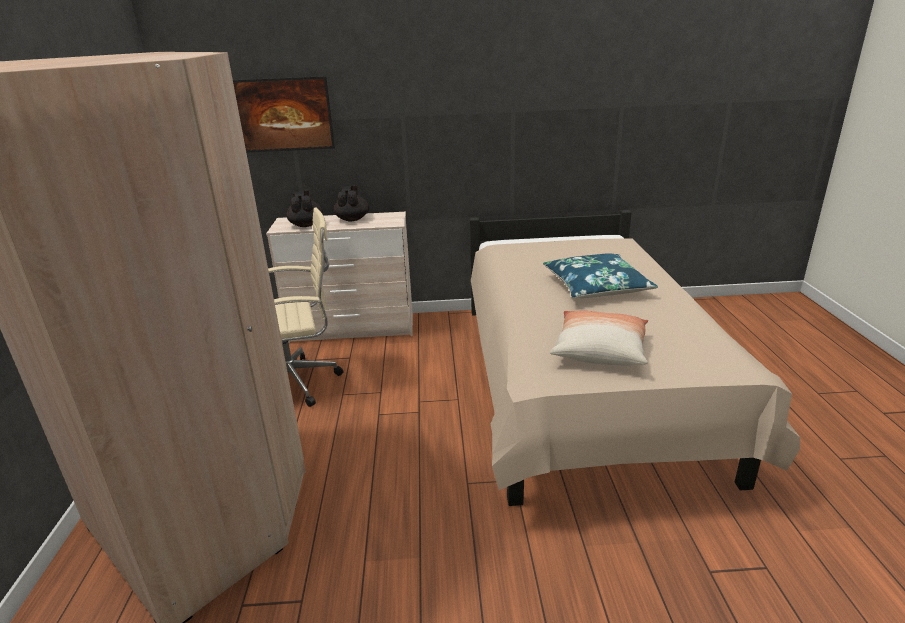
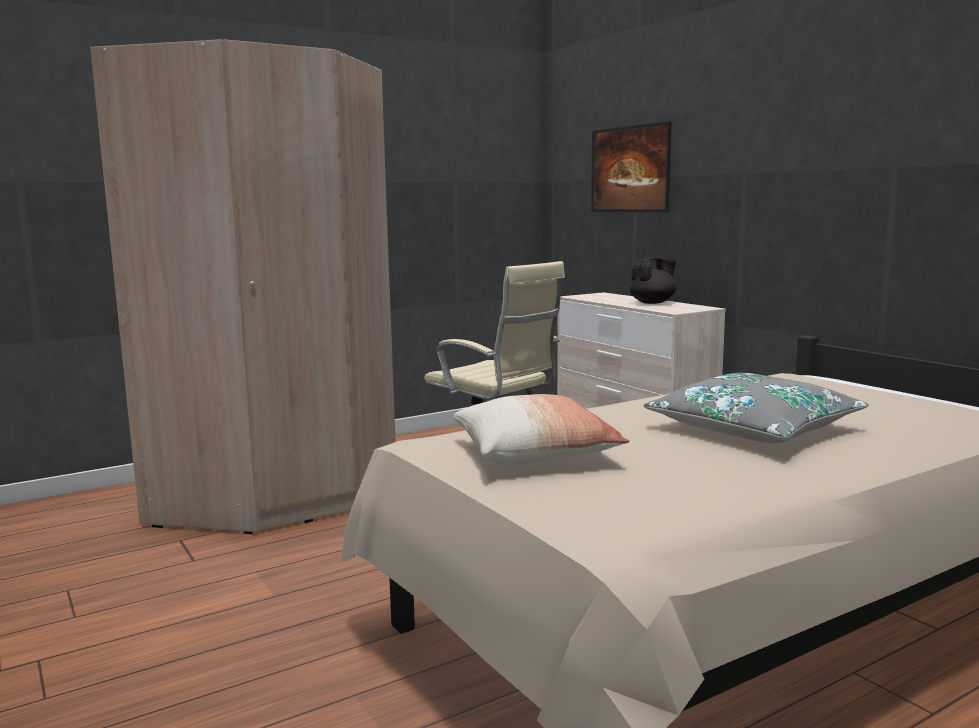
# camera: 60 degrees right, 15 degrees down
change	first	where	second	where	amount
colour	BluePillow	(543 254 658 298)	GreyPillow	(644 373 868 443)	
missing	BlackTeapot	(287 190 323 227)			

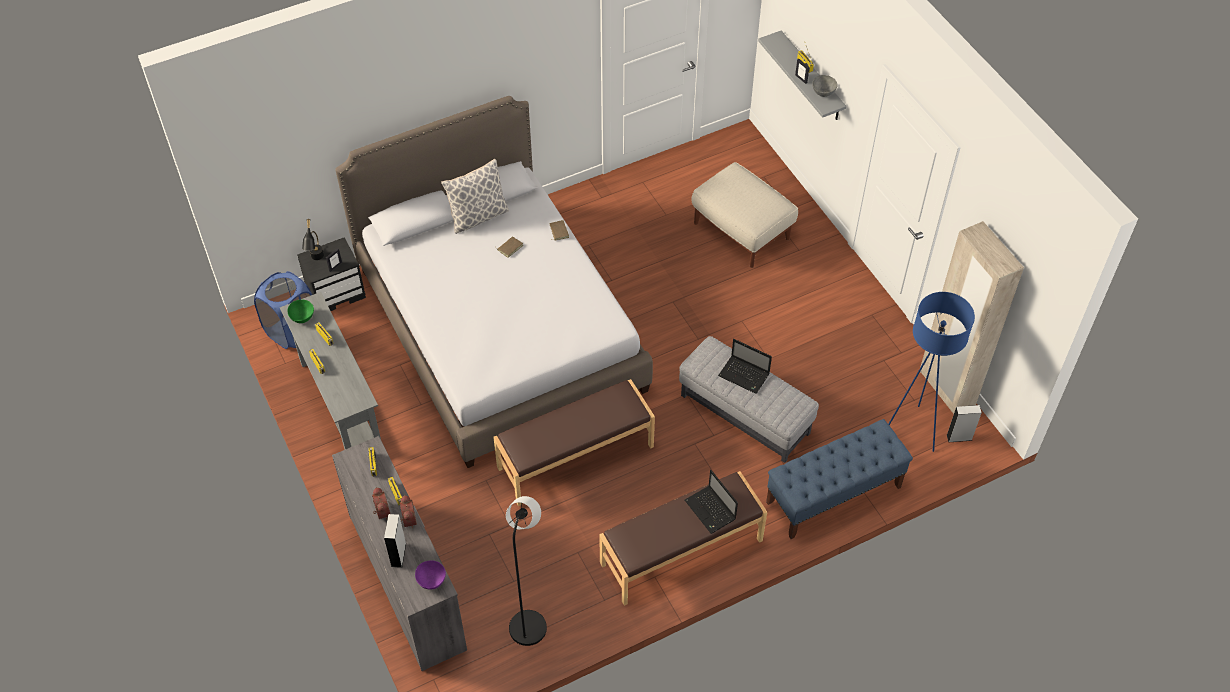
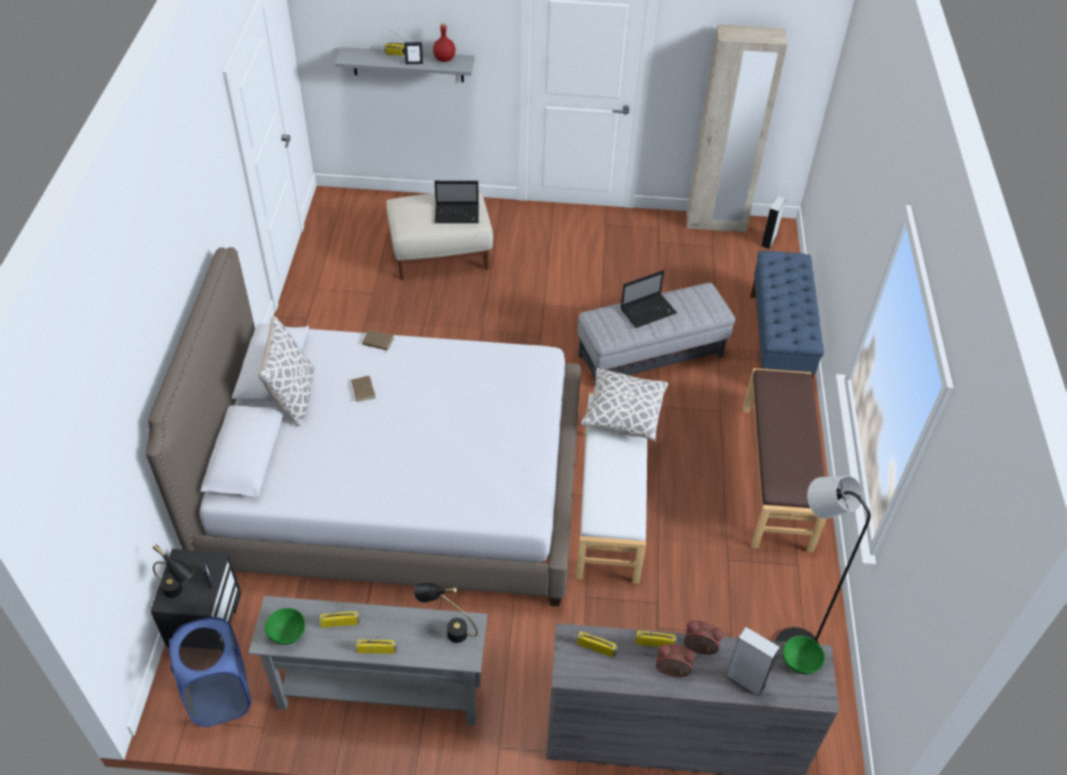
# camera: 60 degrees left, 5 degrees down
change	first	where	second	where	amount
appeared			BlackTableLamp	(414 583 478 643)	
exchanged	GreyBowl	(812 75 838 97)	RedBottle	(433 23 455 62)	
relocated	Laptop	(685 470 738 533)		(435 181 479 223)	
colour	BrownBench	(493 379 655 506)	WhiteBench	(576 393 647 584)	
appeared			Pillow	(580 368 668 442)	
colour	PurpleBowl	(415 560 446 590)	GreenBowl	(783 636 825 674)	
missing	BlueFloorLamp	(889 292 975 452)			

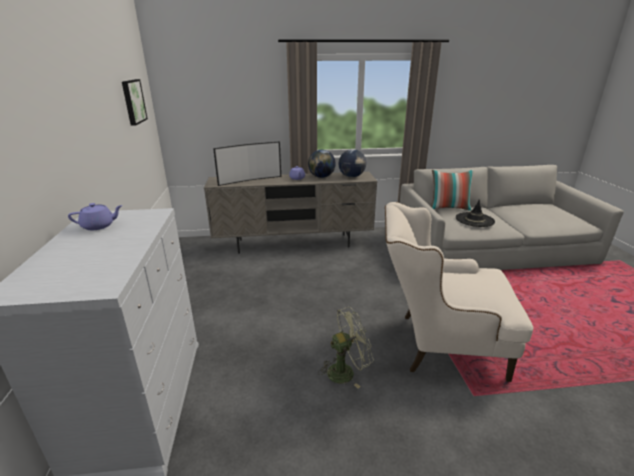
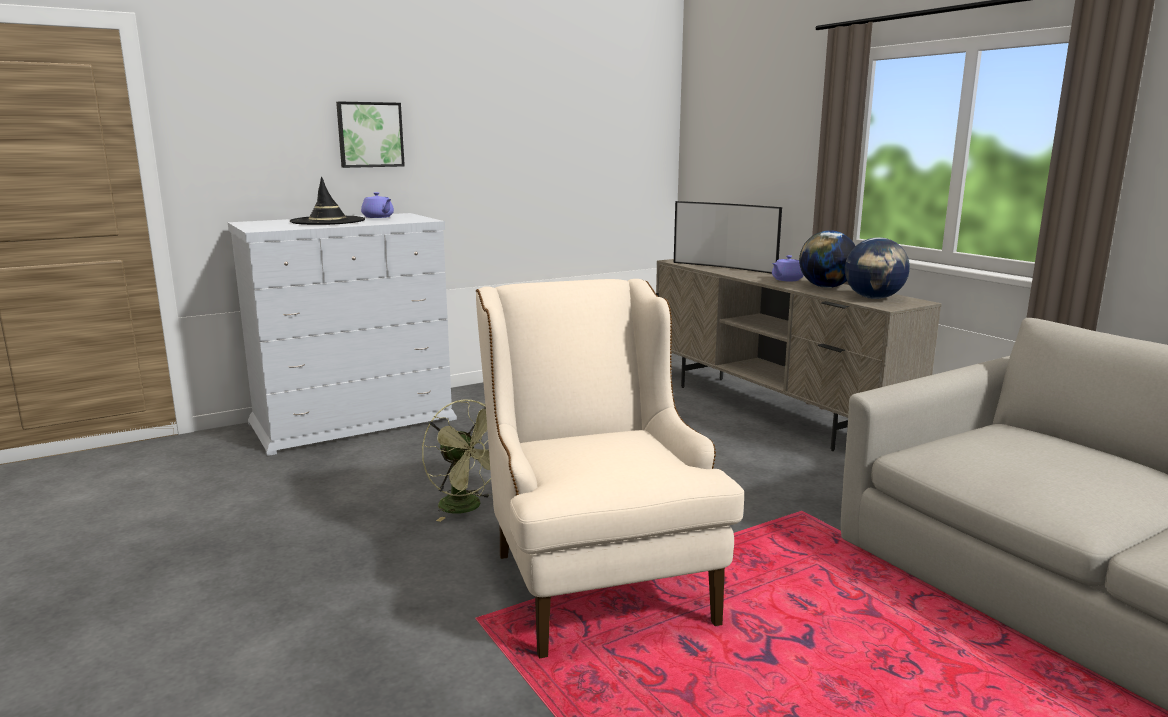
# camera: 65 degrees right, 10 degrees down
change	first	where	second	where	amount
relocated	BlackHat	(456 199 495 227)		(290 176 365 225)	
relocated	Picture	(122 79 148 125)		(336 101 405 168)	
missing	Pillow	(431 170 474 211)			

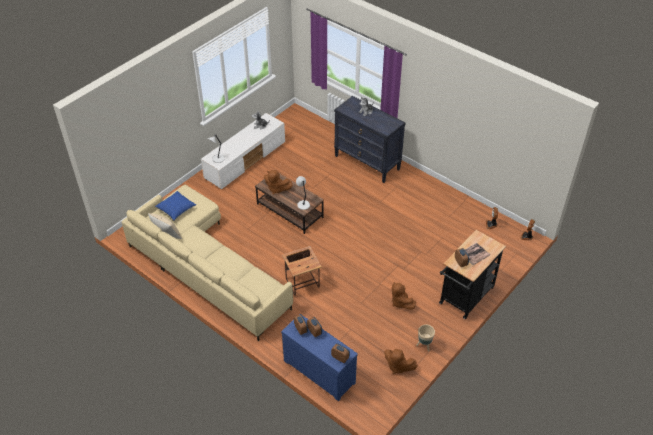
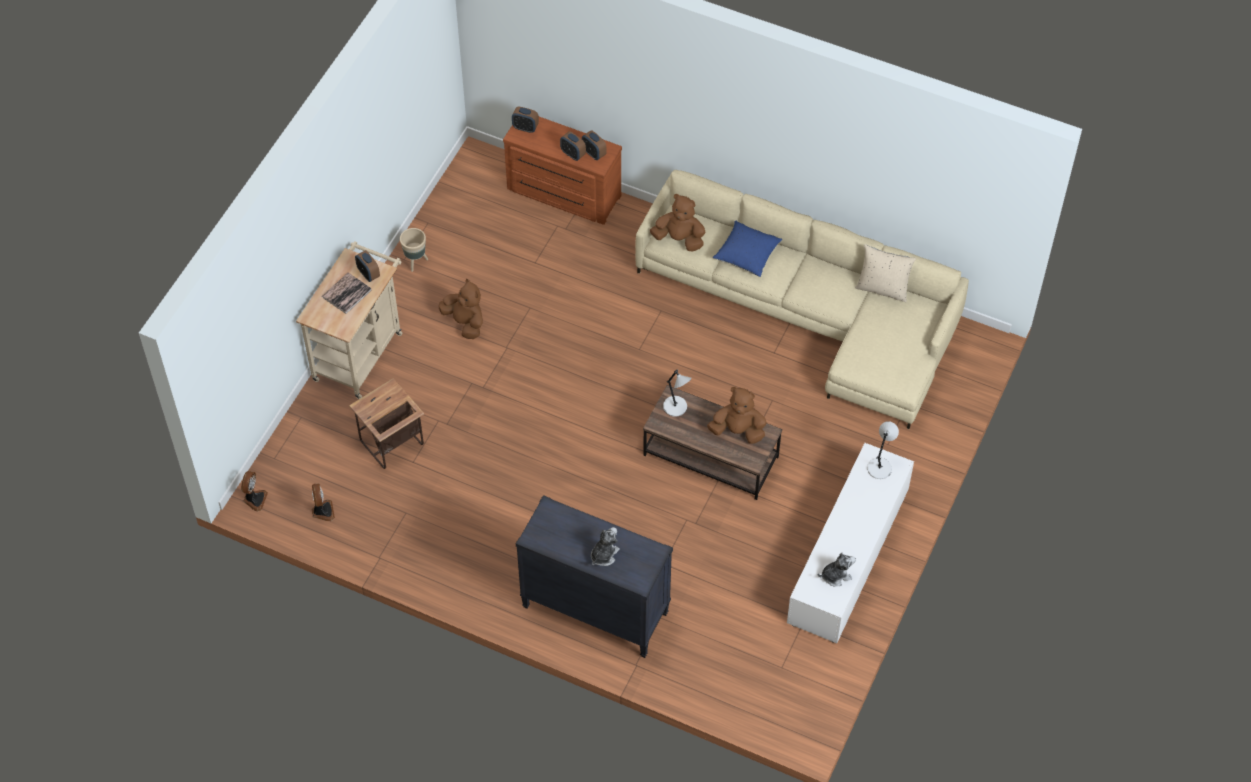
# camera: 165 degrees right, 10 degrees up
change	first	where	second	where	amount
colour	BlackCart	(439 230 506 319)	BeigeCart	(296 241 403 399)	
relocated	SideTable	(282 246 322 295)		(349 378 424 469)	
colour	BlueDresser	(281 314 358 401)	BrownDresser	(503 117 622 225)	
relocated	BrownPlushToy	(384 349 418 374)		(650 194 705 251)	
relocated	BluePillow	(155 191 196 220)		(713 221 782 277)	

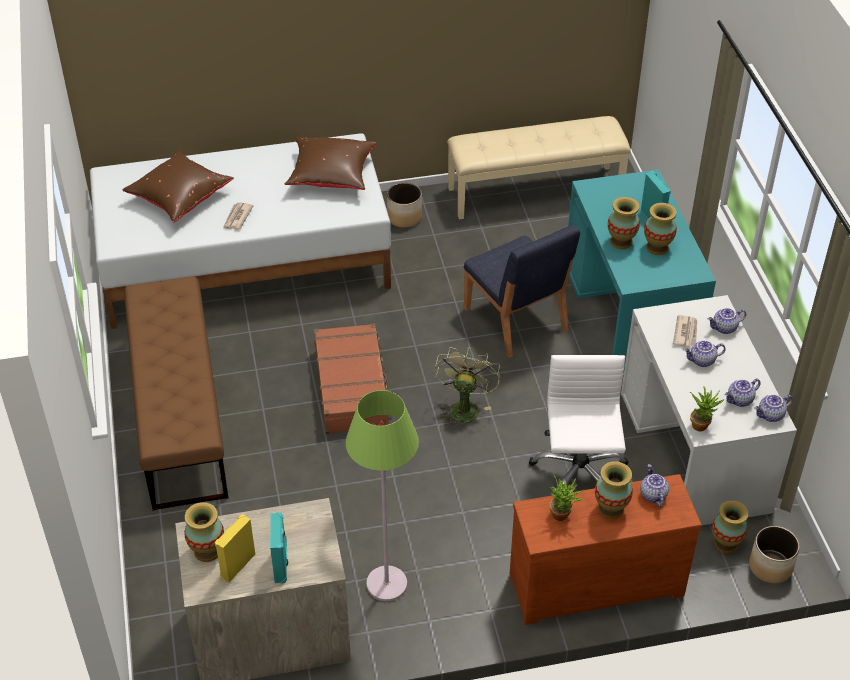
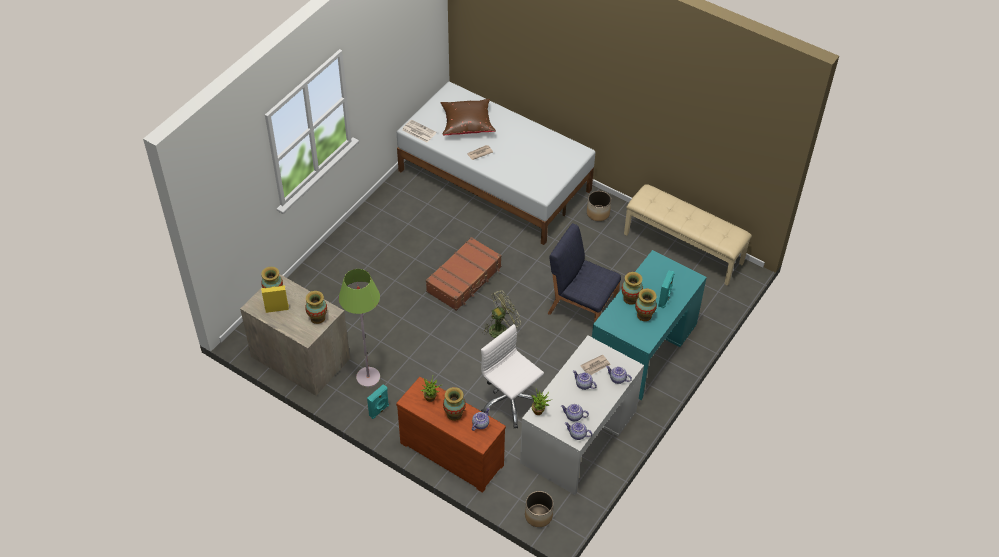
# camera: 45 degrees right, 5 degrees up
change	first	where	second	where	amount
relocated	Vase	(712 500 748 553)		(305 291 327 324)	
relocated	TurquoiseSpeaker	(270 512 288 583)		(367 384 389 419)	
appeared			Newspaper	(402 119 437 142)	
spun	WhiteOfficeChair	(529 355 628 495)		(481 324 544 429)	90 degrees counterclockwise
spun	BlueChair	(464 225 580 358)		(548 223 621 323)	105 degrees clockwise
missing	BrownBench	(124 277 228 510)			
missing	BrownPillow	(285 137 377 190)			

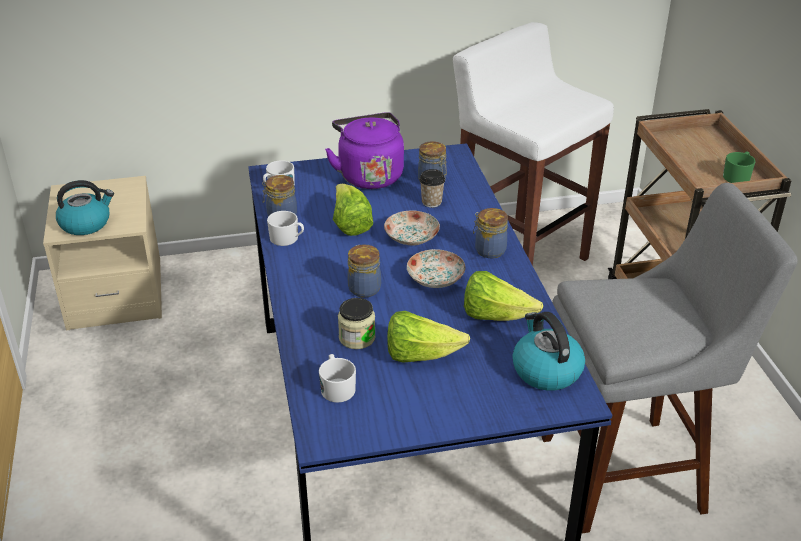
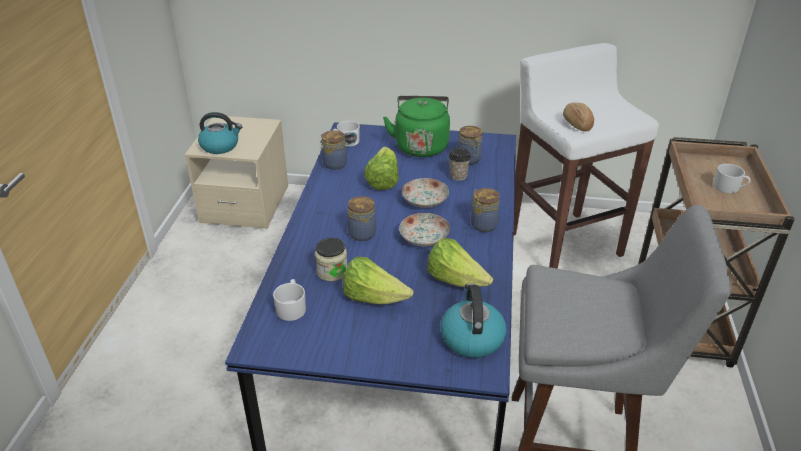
# camera: 20 degrees right, 0 degrees up
change	first	where	second	where	amount
colour	PurpleKettle	(325 112 404 189)	GreenKettle	(383 96 450 157)	
appeared			Bread	(563 103 594 131)	
relocated	WhiteMug	(267 211 304 246)		(713 164 751 194)	
missing	GreenMug	(723 151 755 183)			

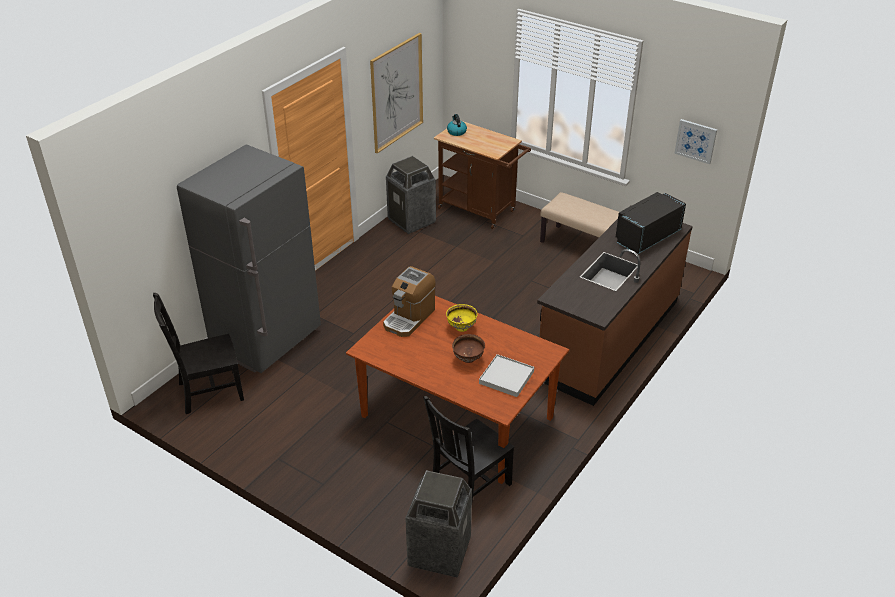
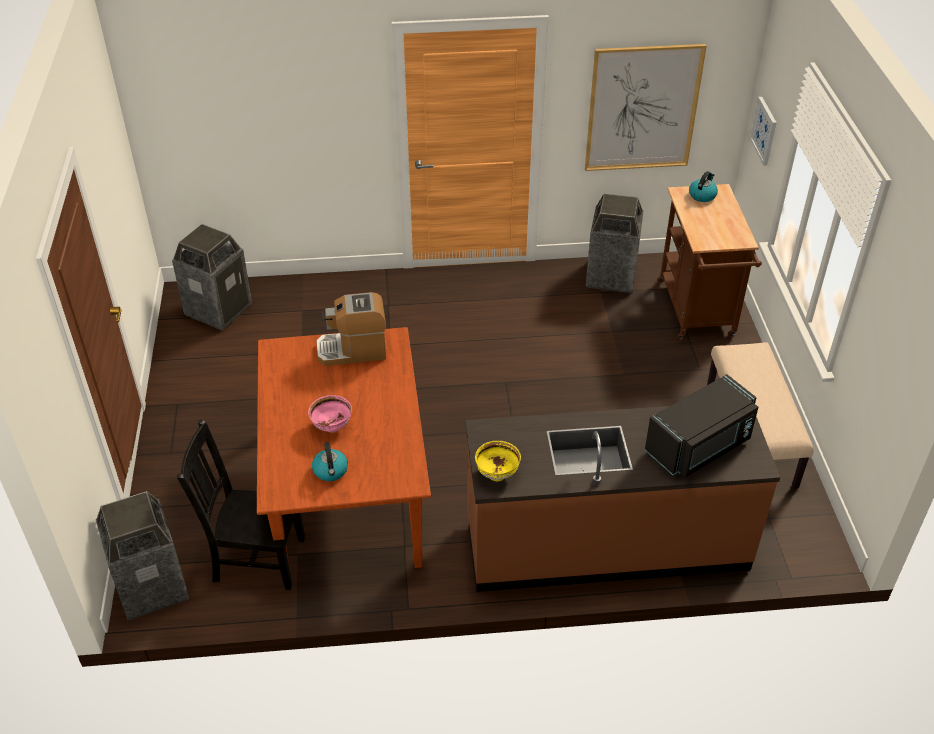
# camera: 50 degrees right, 5 degrees up
change	first	where	second	where	amount
exchanged	BlackChair	(153 293 244 414)	TrashCan	(172 224 252 331)	
colour	BrownBowl	(452 334 485 363)	PinkBowl	(308 395 352 433)	
exchanged	WhiteTray	(479 354 534 397)	Kettle	(312 442 348 481)	
relocated	YellowBowl	(446 304 478 332)		(475 441 521 481)	
spun	BlackMicrowave	(616 192 686 254)		(645 374 758 477)	135 degrees clockwise
relocated	Picture	(674 119 717 164)		(750 97 777 166)	
missing	GreyFridge	(177 145 321 373)			

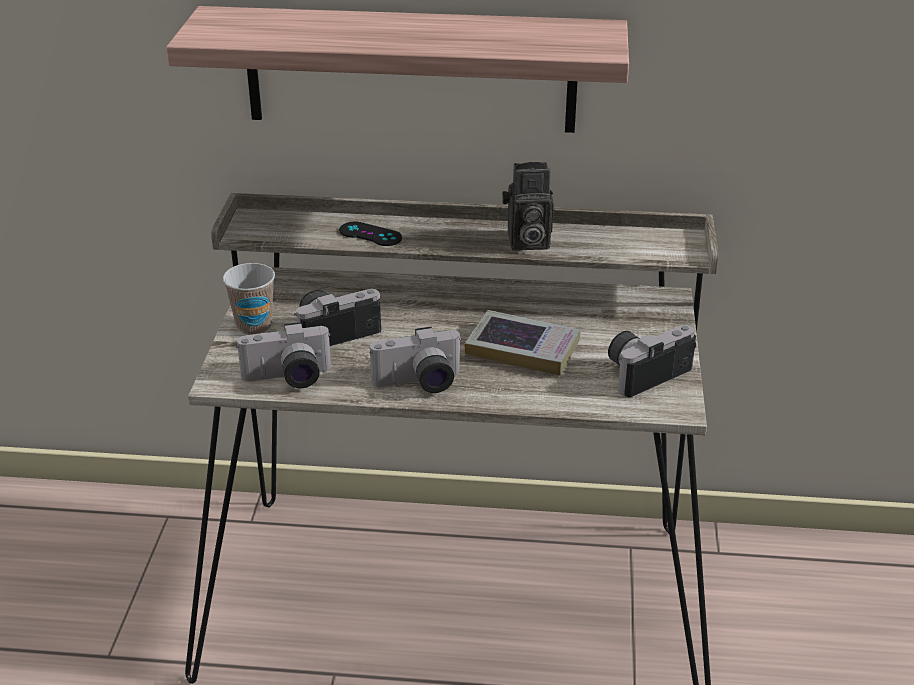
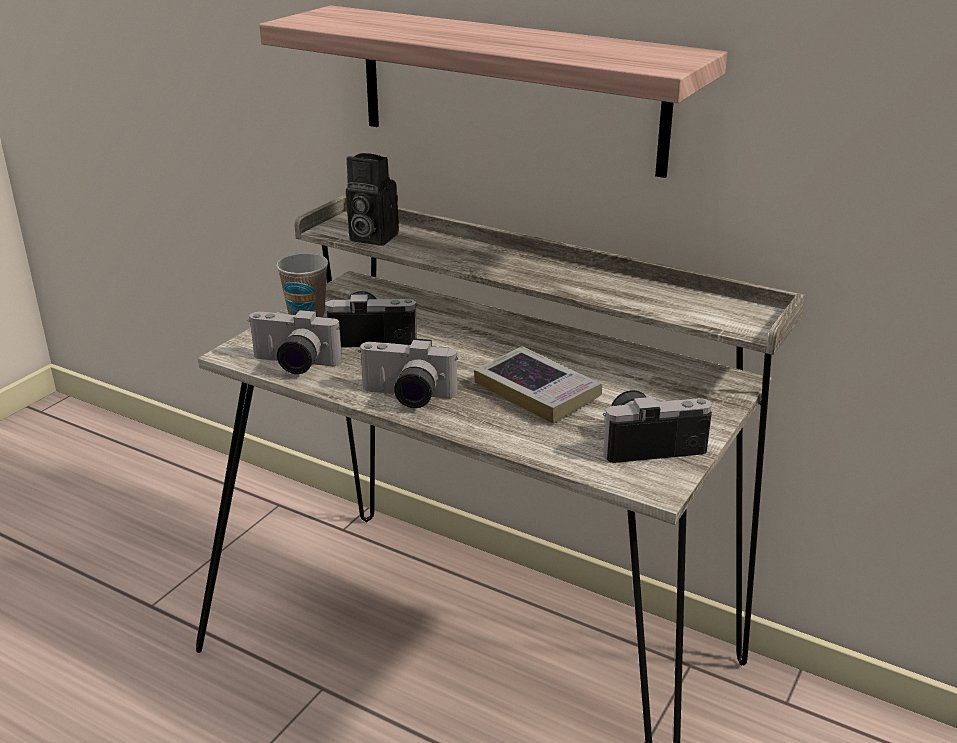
# camera: 25 degrees right, 5 degrees down
change	first	where	second	where	amount
relocated	PhotoCamera	(502 162 554 251)		(346 153 399 246)	
missing	BlackGameController	(339 222 402 246)			

